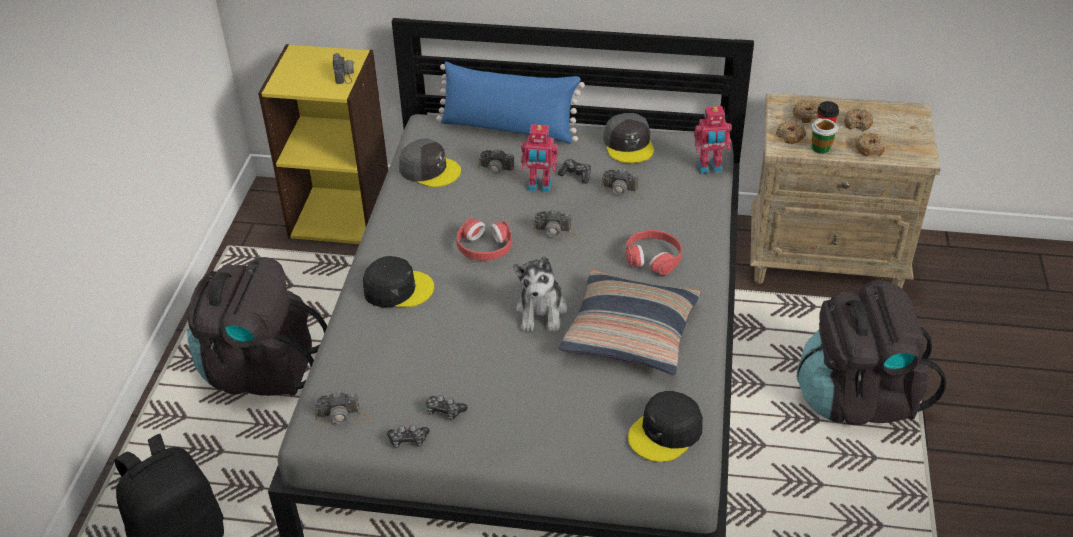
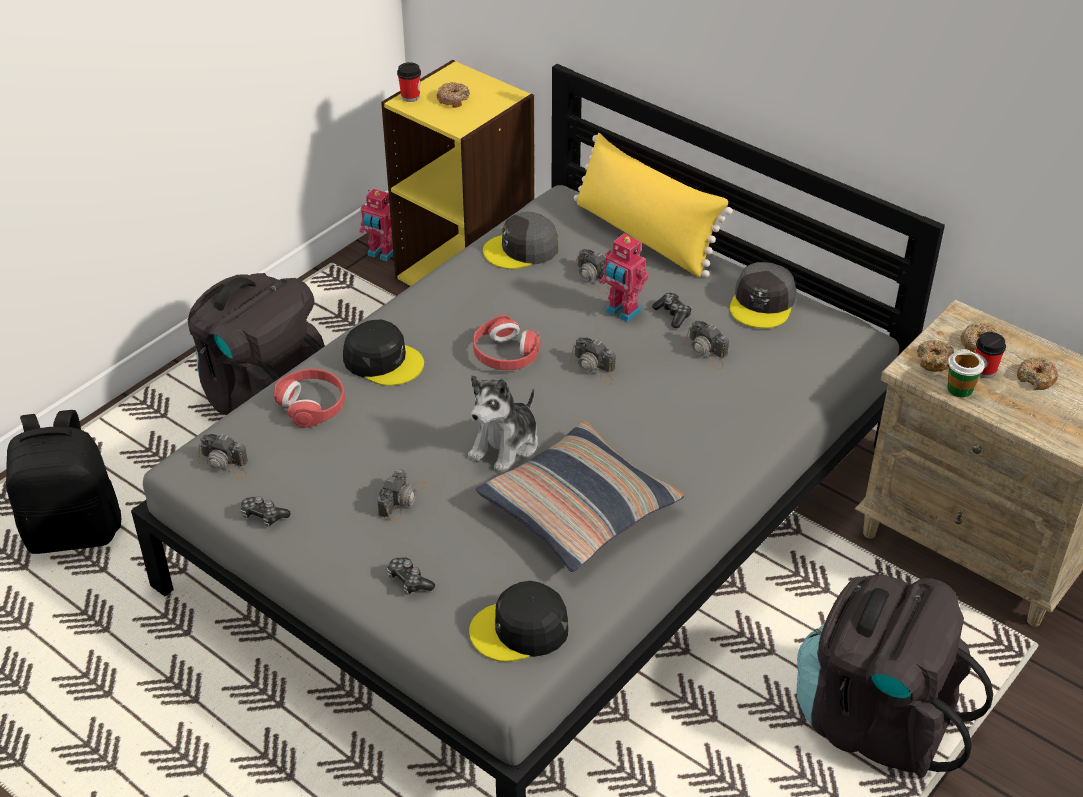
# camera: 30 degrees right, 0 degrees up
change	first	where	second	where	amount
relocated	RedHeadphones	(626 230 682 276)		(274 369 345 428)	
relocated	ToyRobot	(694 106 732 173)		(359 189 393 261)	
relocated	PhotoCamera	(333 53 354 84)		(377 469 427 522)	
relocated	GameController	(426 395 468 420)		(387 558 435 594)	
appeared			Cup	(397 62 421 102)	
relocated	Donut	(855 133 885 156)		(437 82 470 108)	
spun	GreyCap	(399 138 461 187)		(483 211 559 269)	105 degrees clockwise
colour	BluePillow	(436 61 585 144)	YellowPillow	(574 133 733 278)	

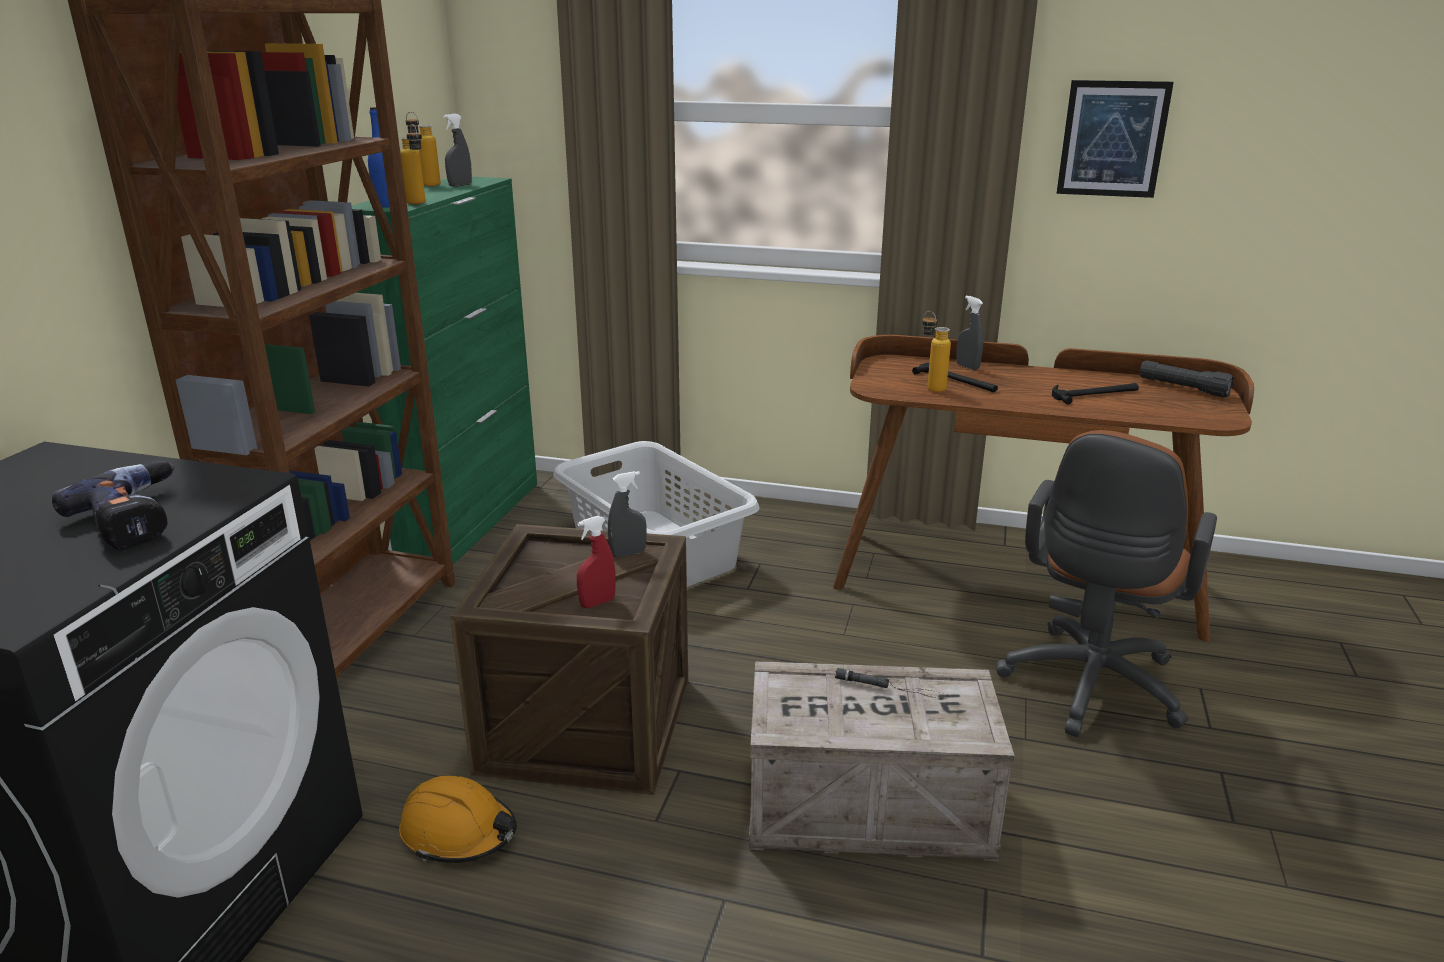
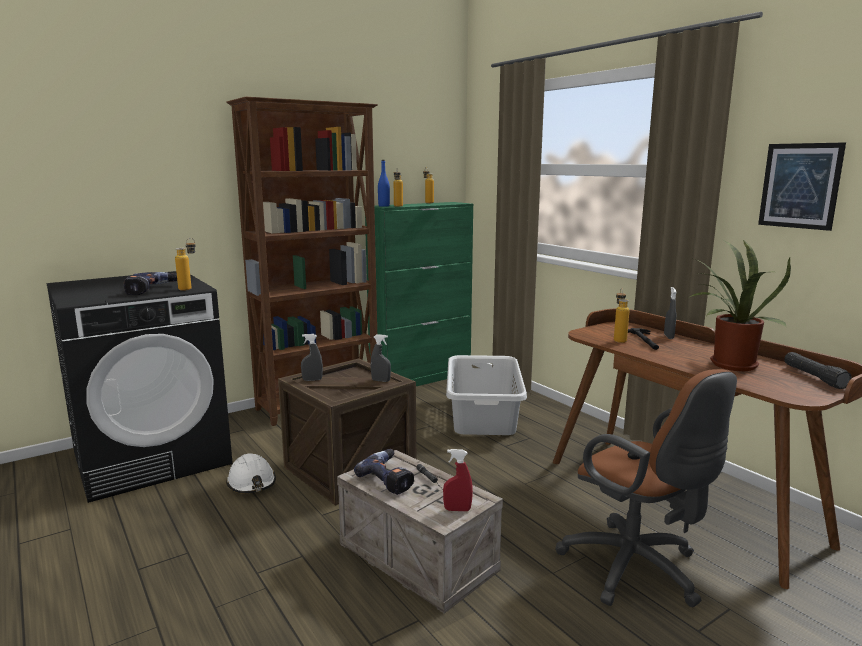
# camera: 40 degrees right, 10 degrees down
change	first	where	second	where	amount
appeared			Bottle	(175 238 196 291)	
colour	OrangeHardHat	(399 775 517 863)	WhiteHardHat	(226 453 276 493)	
relocated	GreySprayBottle	(443 114 472 187)		(301 334 323 381)	
appeared			PowerDrill	(354 449 414 495)	
relocated	RedSprayBottle	(577 516 616 608)		(443 449 473 511)	
spun	BrownOfficeChair	(996 430 1217 737)		(555 369 737 607)	105 degrees counterclockwise
exchanged	Hammer	(1052 383 1139 405)	PottedPlant	(690 239 791 371)	

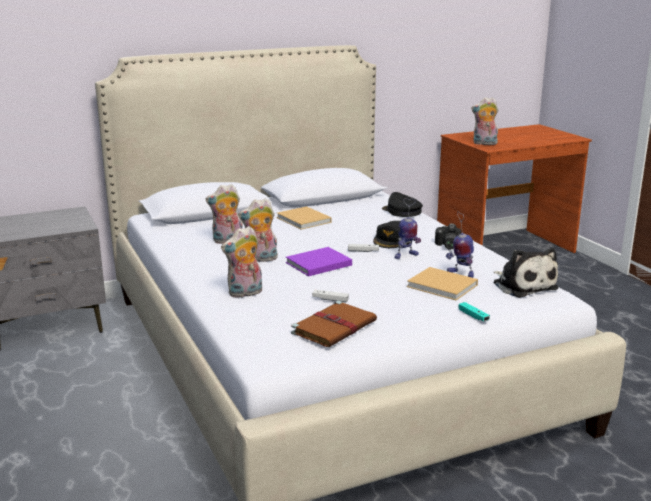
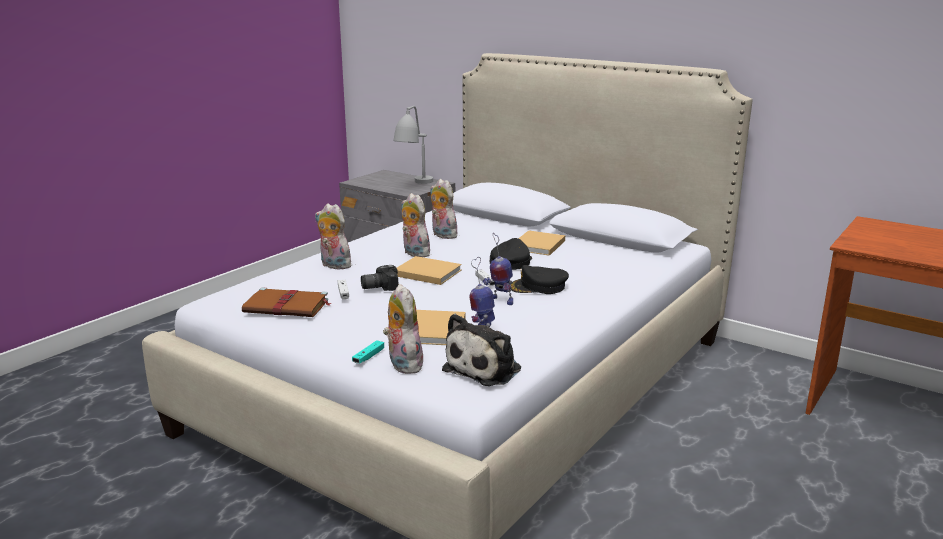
# camera: 60 degrees right, 0 degrees up
change	first	where	second	where	amount
relocated	PhotoCamera	(435 223 461 250)		(361 265 398 291)	
relocated	PlushToy	(471 97 498 145)		(383 284 423 374)	
appeared			GreyTableLamp	(393 106 433 184)	
colour	PurpleBook	(286 247 352 276)	BeigeBook	(397 256 462 285)	
relocated	BlackCap	(382 192 423 217)		(490 238 532 270)	

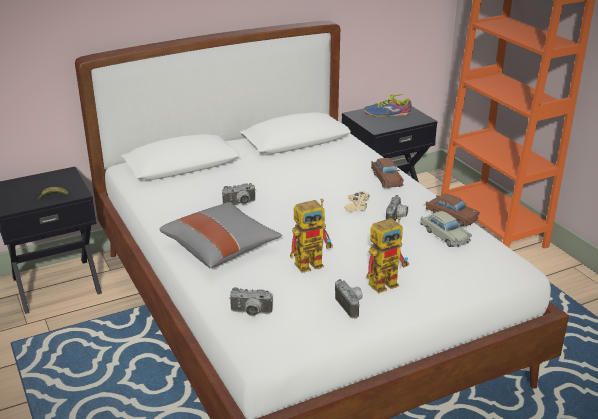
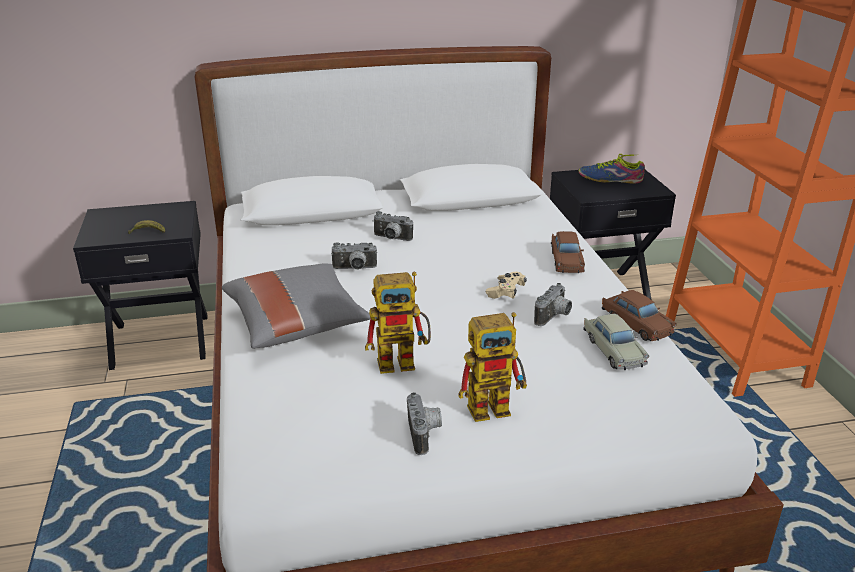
# camera: 15 degrees right, 0 degrees up
change	first	where	second	where	amount
relocated	PhotoCamera	(229 287 273 316)		(373 211 413 241)	

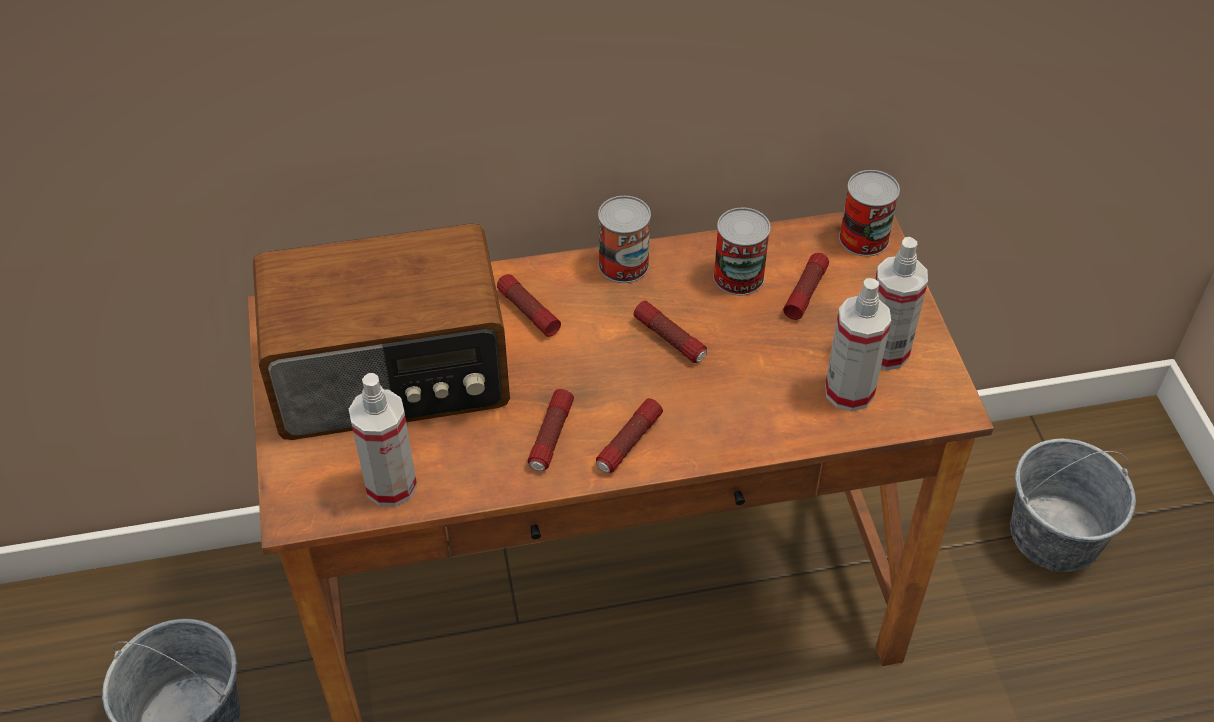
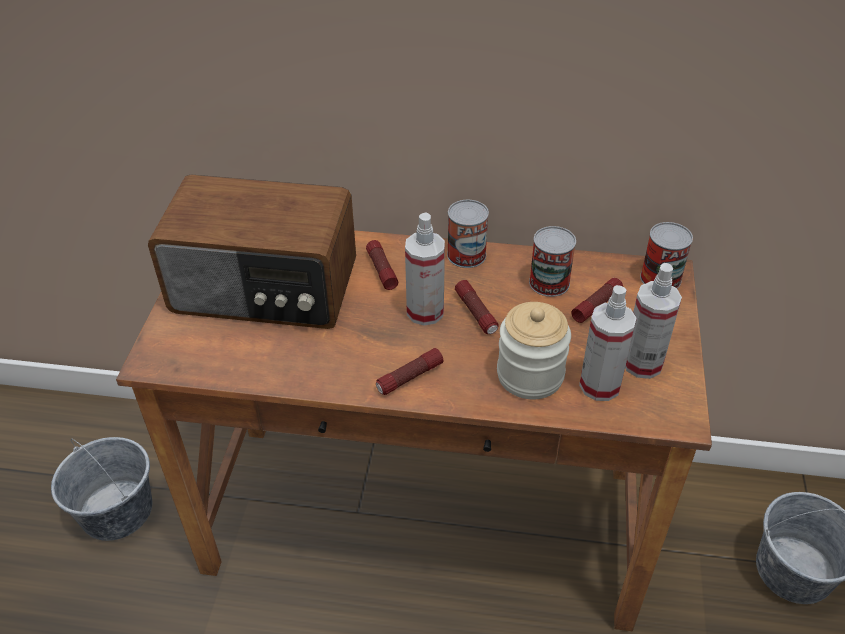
# camera: 20 degrees right, 5 degrees down
change	first	where	second	where	amount
relocated	SprayBottle	(349 373 417 507)		(405 212 445 326)	
appeared			Jar	(497 302 571 399)	
missing	Flashlight	(528 389 574 471)			

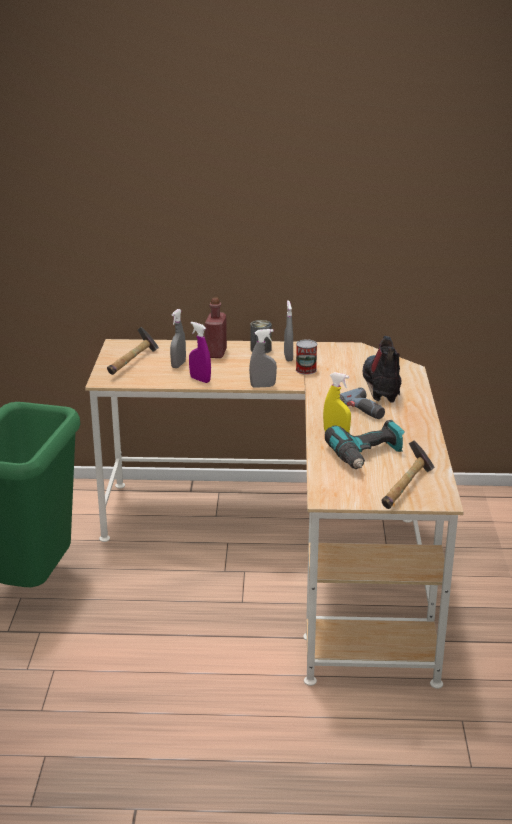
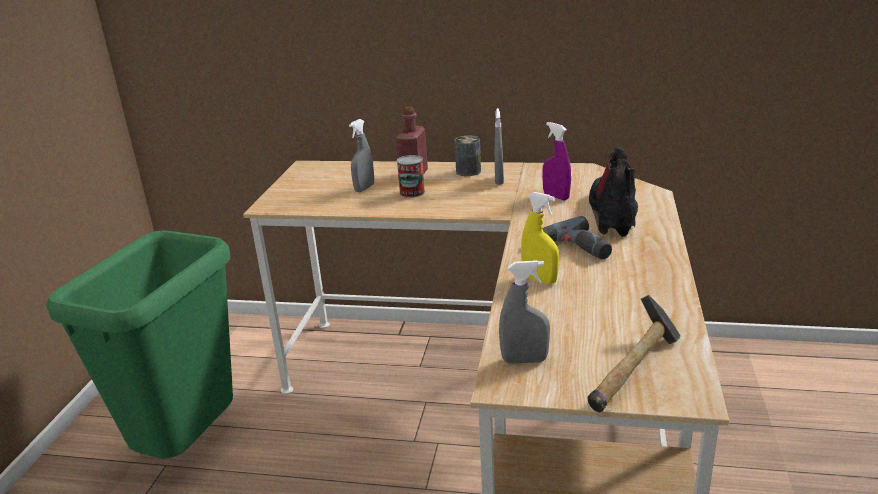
# camera: 10 degrees right, 0 degrees up
change	first	where	second	where	amount
relocated	Can	(296 339 317 375)		(397 155 425 198)	
relocated	GreySprayBottle	(249 329 277 388)		(499 260 550 364)	
relocated	PurpleSprayBottle	(189 322 211 383)		(542 122 571 201)	
missing	Hammer	(107 327 159 375)			
missing	PowerDrill	(325 420 404 469)			

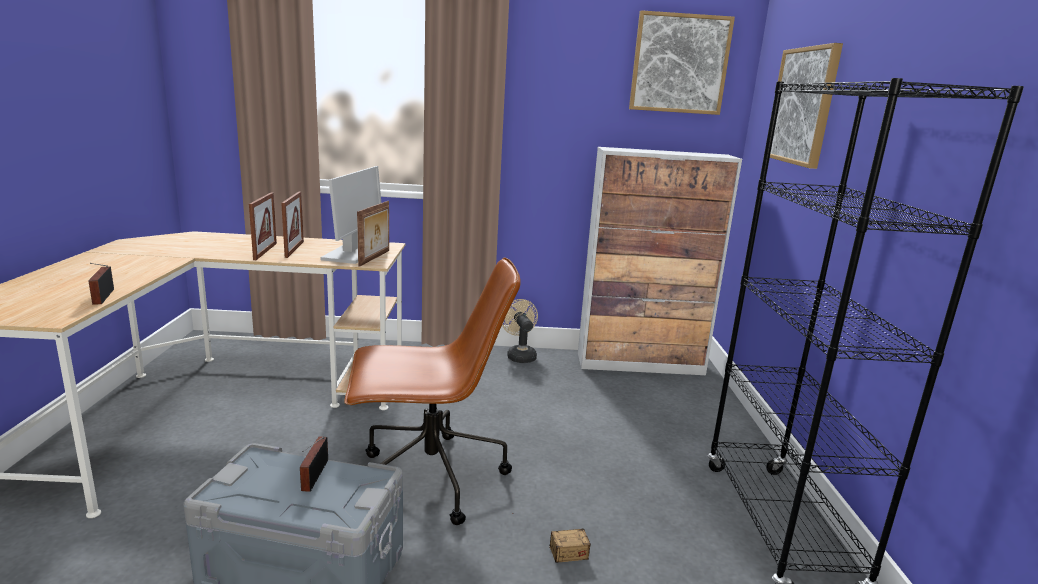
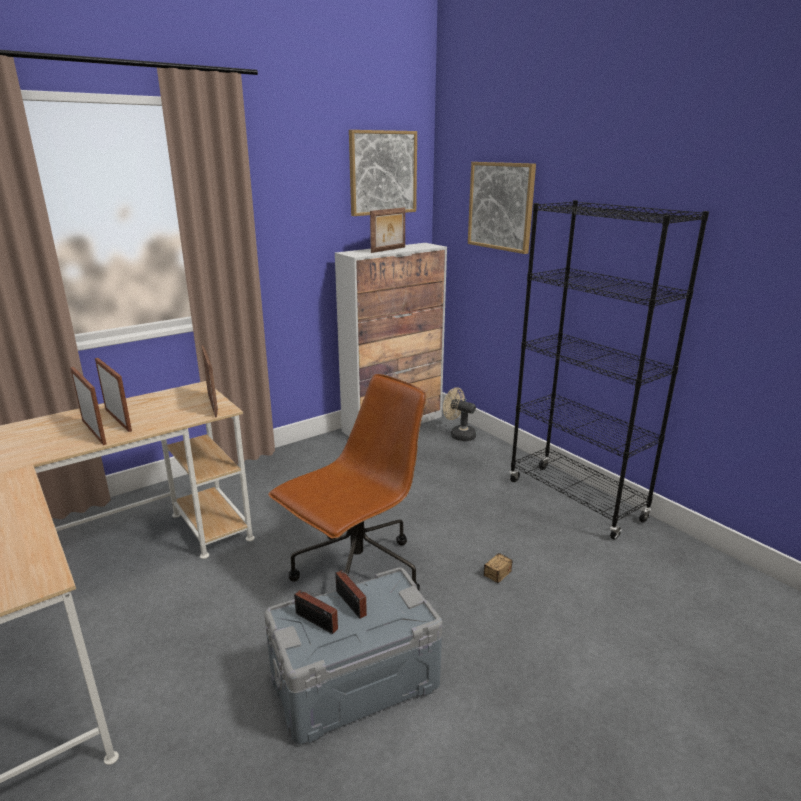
# camera: 35 degrees left, 5 degrees up
change	first	where	second	where	amount
relocated	Radio	(89 263 114 305)		(294 590 340 634)	
appeared			PictureFrame	(370 207 405 253)	
relocated	BeigeFan	(502 299 538 363)		(443 387 476 441)	
missing	Monitor	(321 166 381 264)			

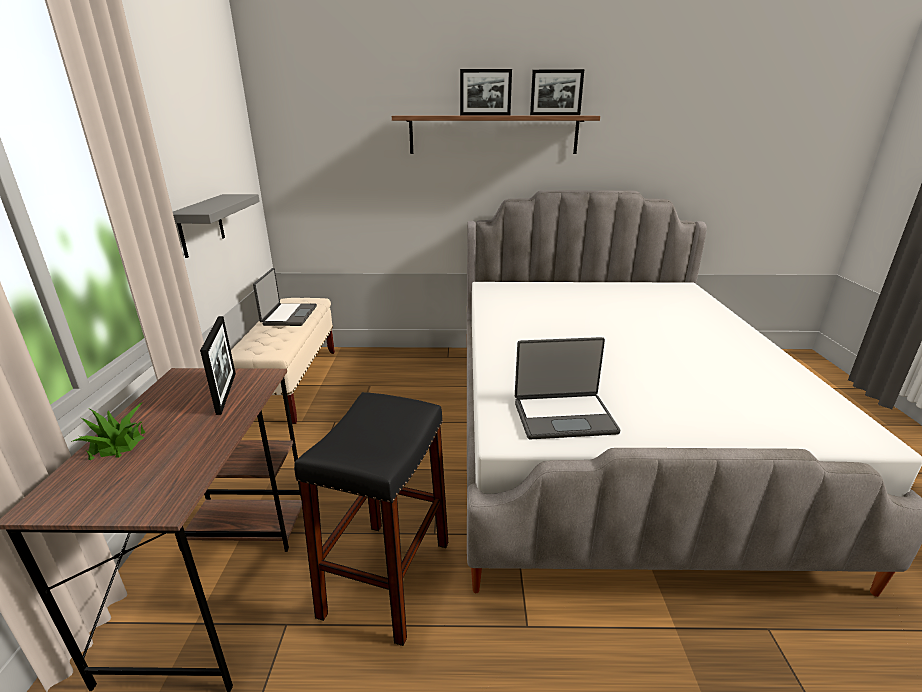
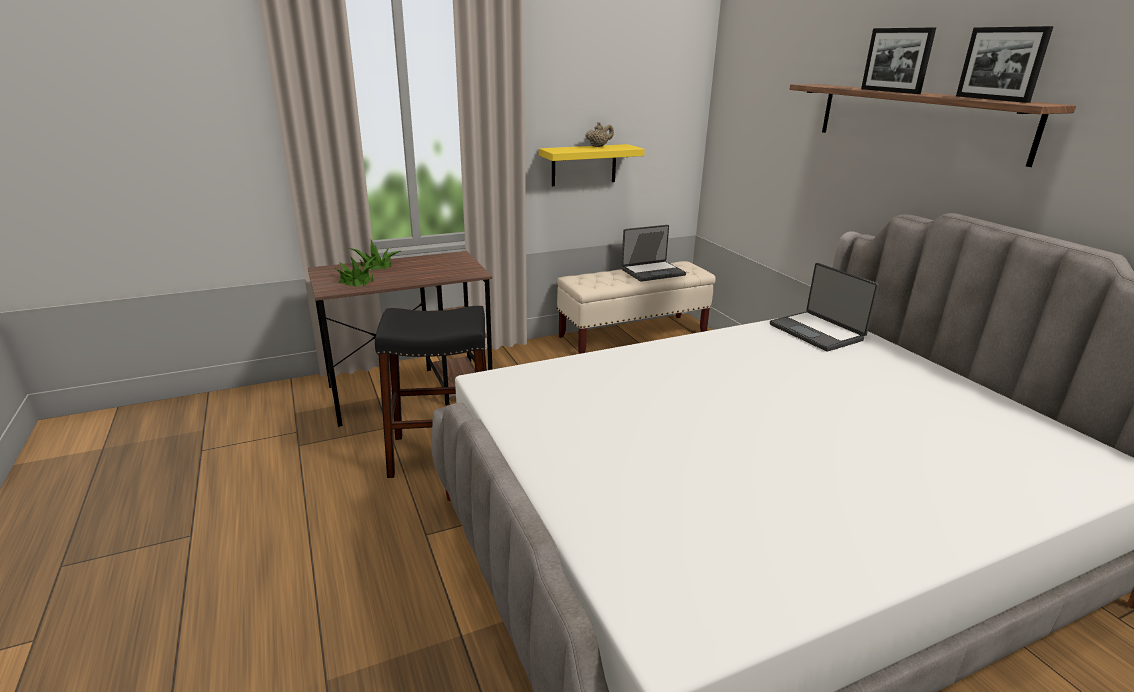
# camera: 65 degrees right, 0 degrees up
change	first	where	second	where	amount
appeared			PottedPlant	(335 256 376 287)	
colour	GreyShelf	(173 194 260 258)	YellowShelf	(539 144 645 186)	
appeared			BeigeTeapot	(585 122 614 147)	
relocated	Laptop	(515 337 620 439)		(770 263 879 351)	
missing	PictureFrame	(200 316 236 415)			

